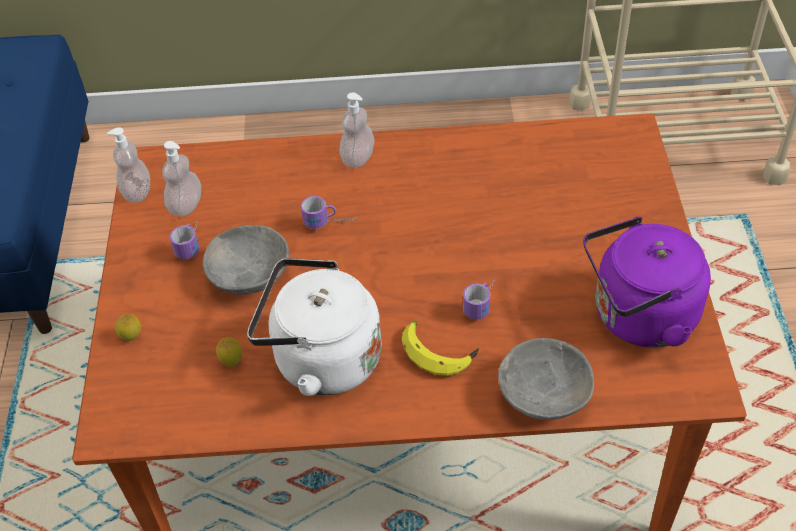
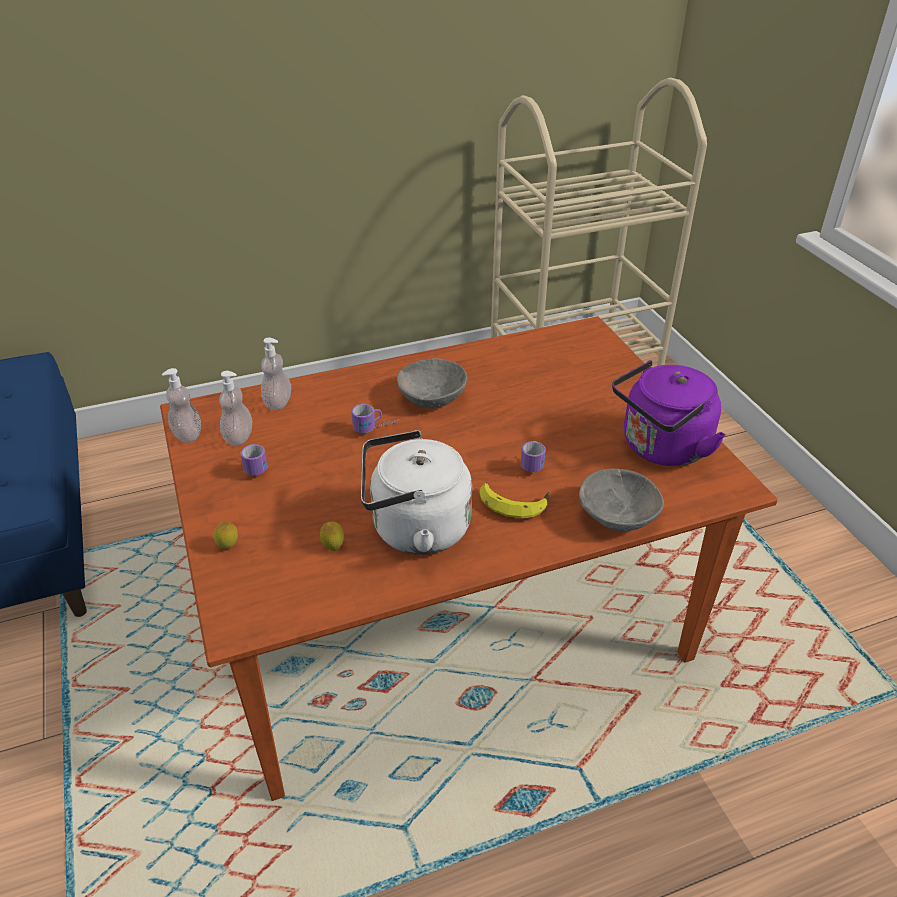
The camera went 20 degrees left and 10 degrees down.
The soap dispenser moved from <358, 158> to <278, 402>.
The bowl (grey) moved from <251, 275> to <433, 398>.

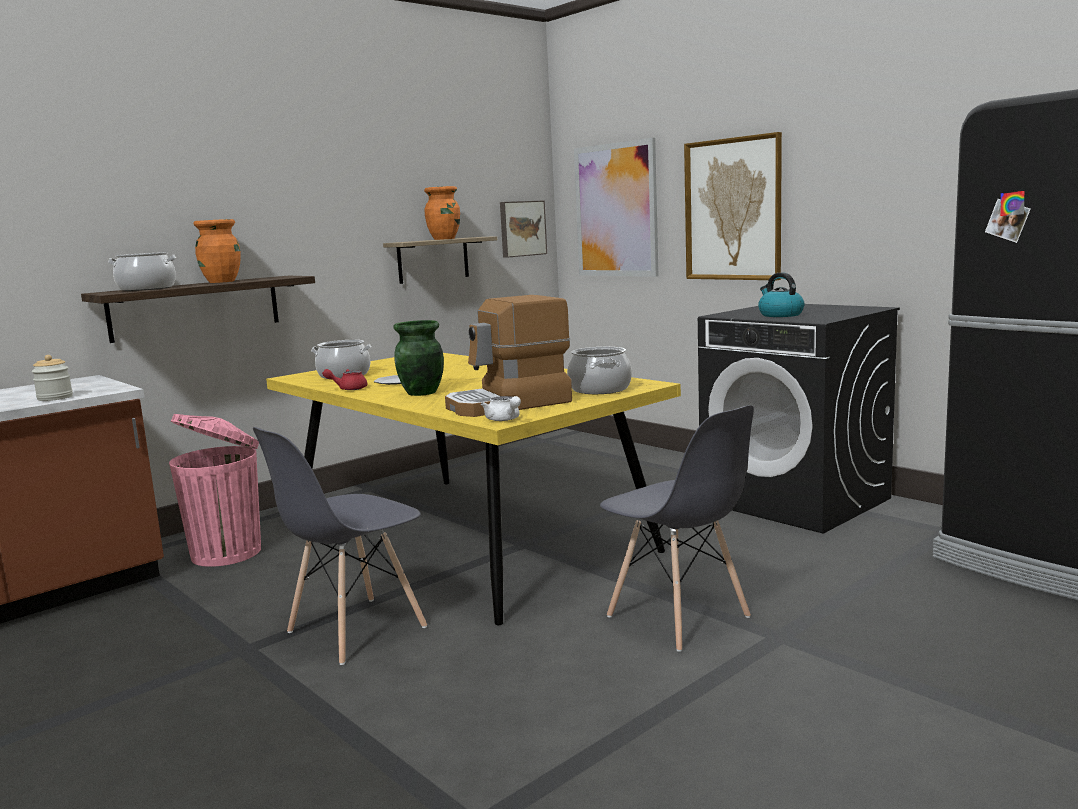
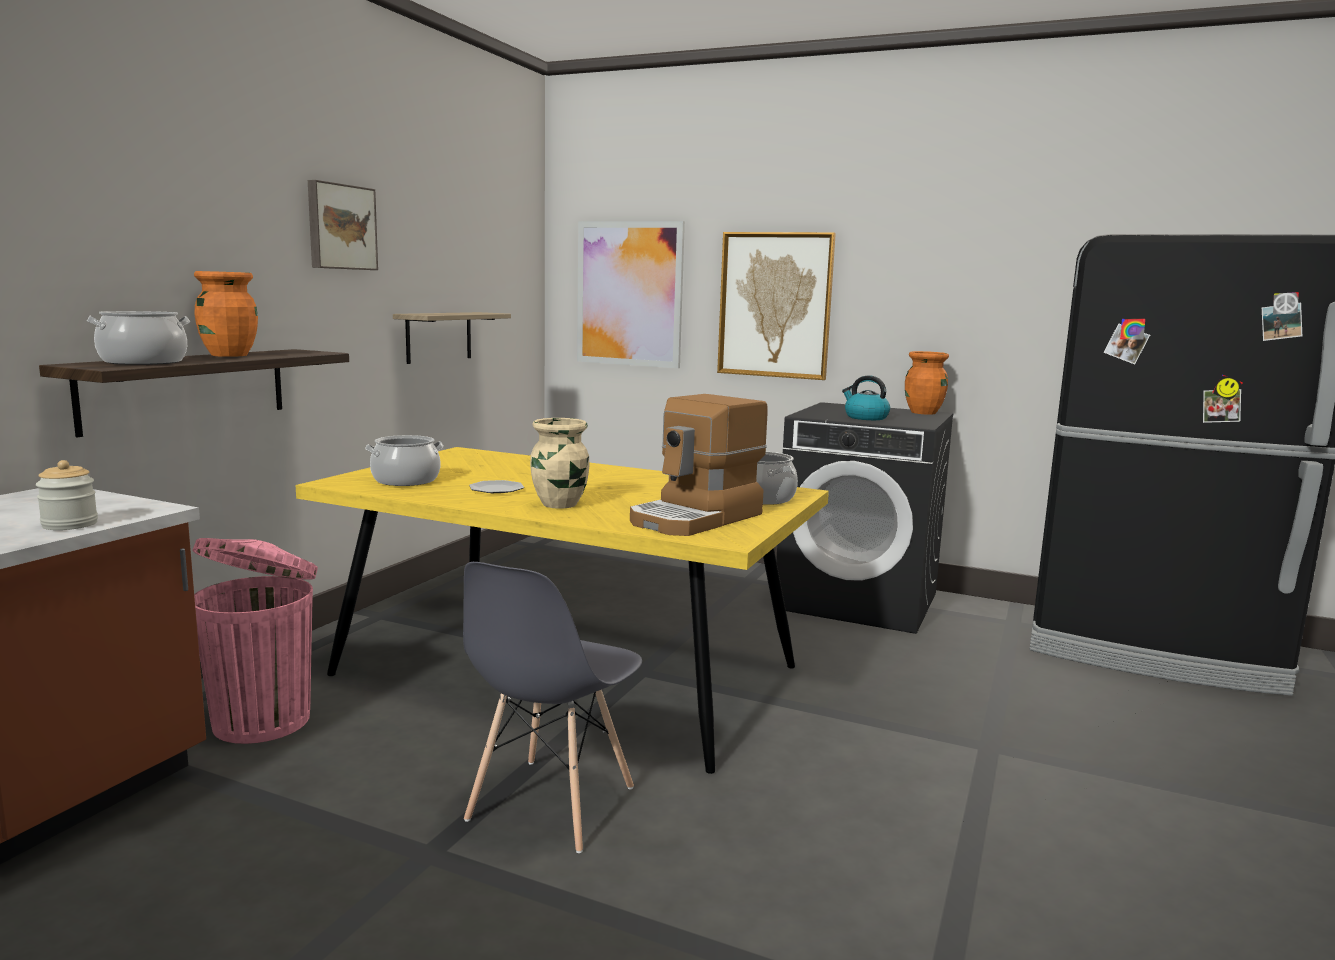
The camera went 25 degrees left and 0 degrees up.
The picture moved from <521, 228> to <340, 227>.
The vase (green) at <421, 393> became the vase (beige) at <560, 504>.
The vase (orange) moved from <444, 239> to <923, 412>.
The teapot (red) at <348, 389> disappeared.
The teapot (white) at <504, 420> disappeared.
The chair (grey) at <678, 617> disappeared.

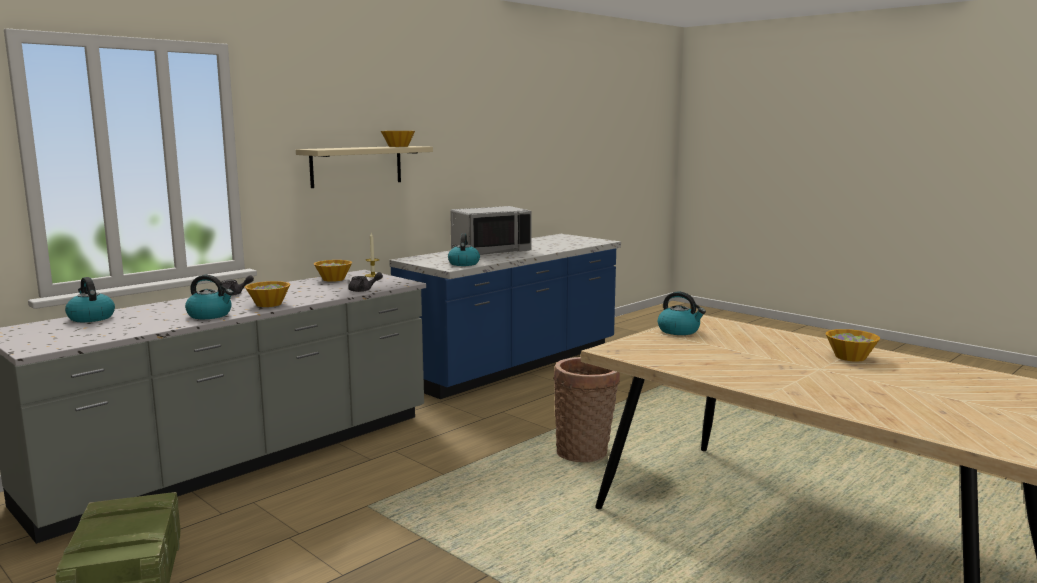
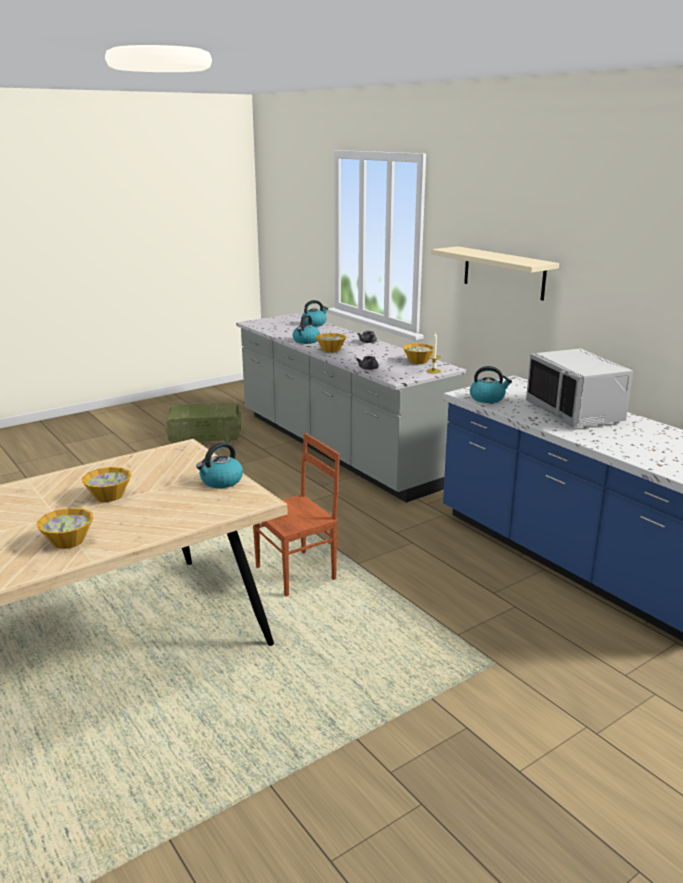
The camera went 100 degrees right and 10 degrees up.
The bowl moved from <398, 146> to <108, 496>.
The basket at <585, 452> was replaced by the chair (brown) at <297, 573>.

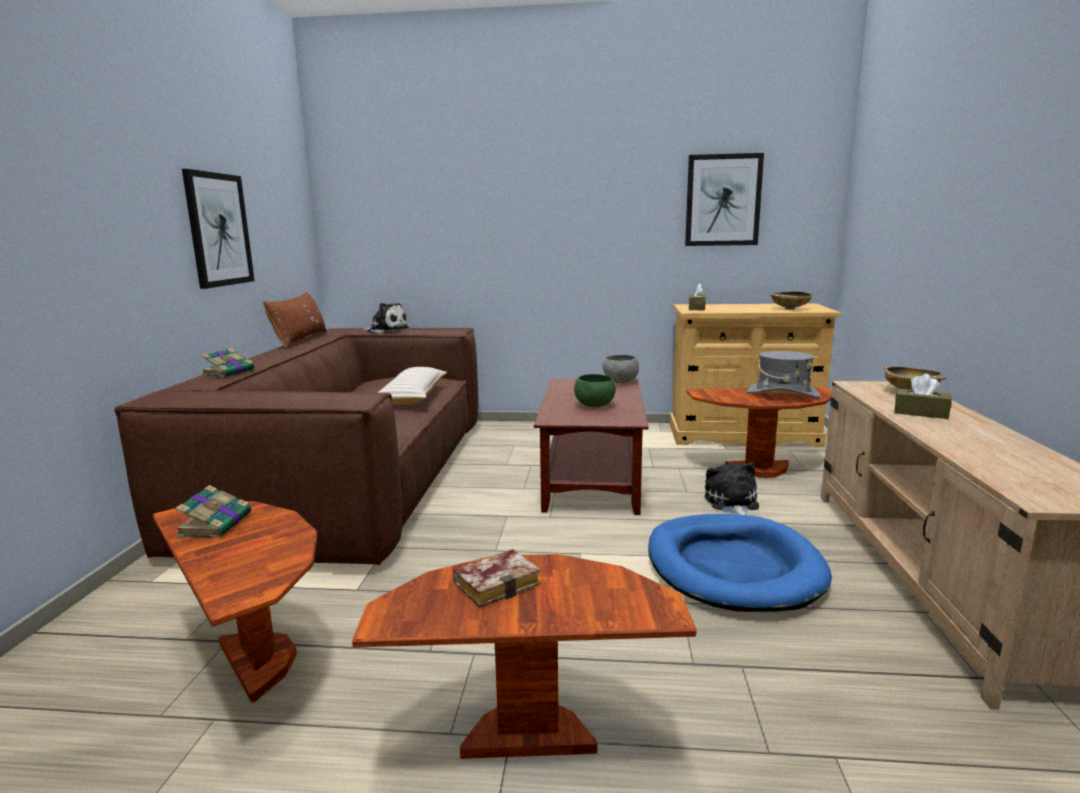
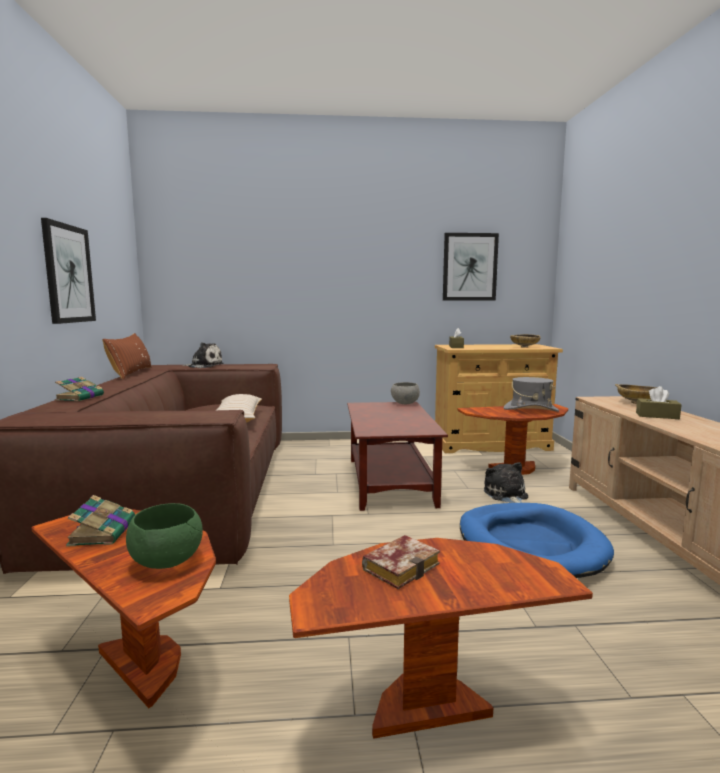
The camera went 10 degrees left and 5 degrees down.
The bowl (green) moved from <595, 405> to <168, 561>.

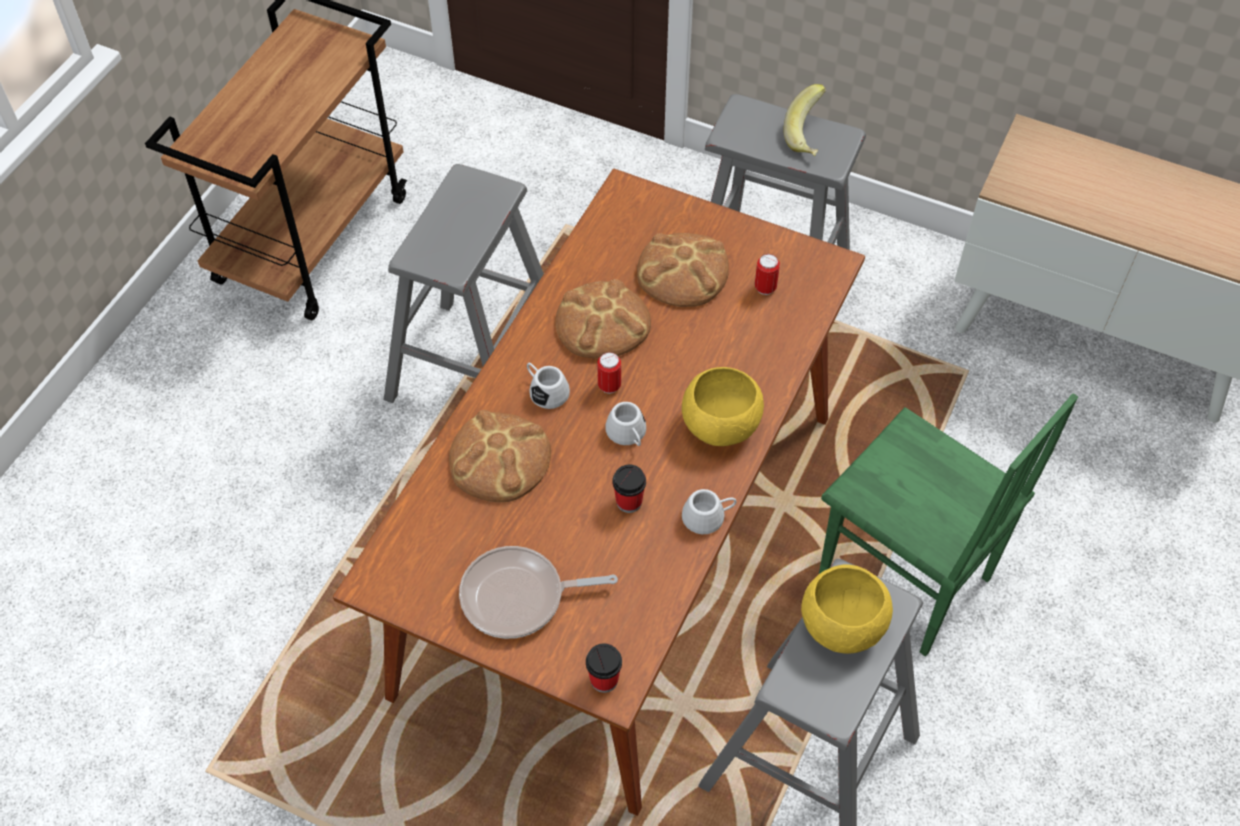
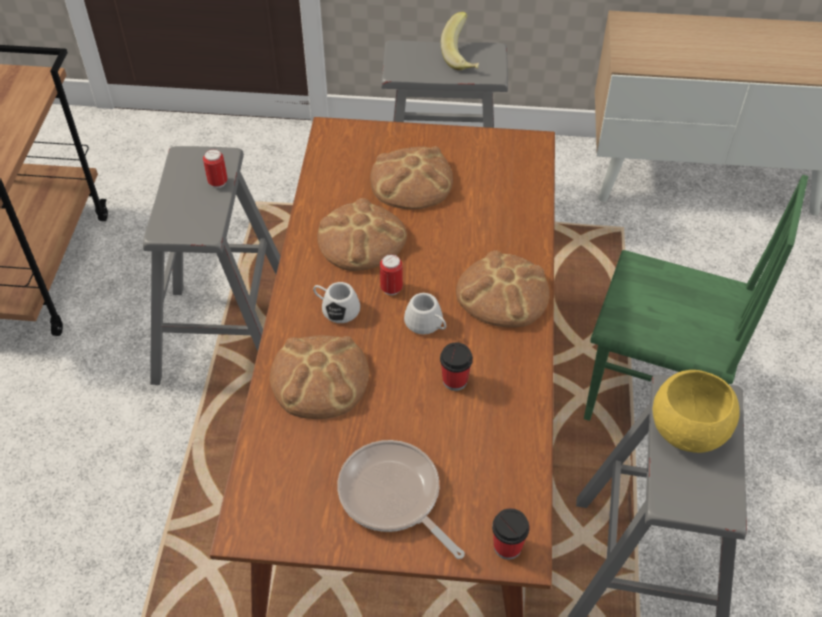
The camera went 20 degrees left and 5 degrees down.
The can moved from <765, 288> to <218, 182>.
The frying pan at <519, 597> turned 75 degrees clockwise.
The bowl (yellow) at <719, 424> was replaced by the bread at <502, 293>.
The mug (white) at <708, 517> disappeared.

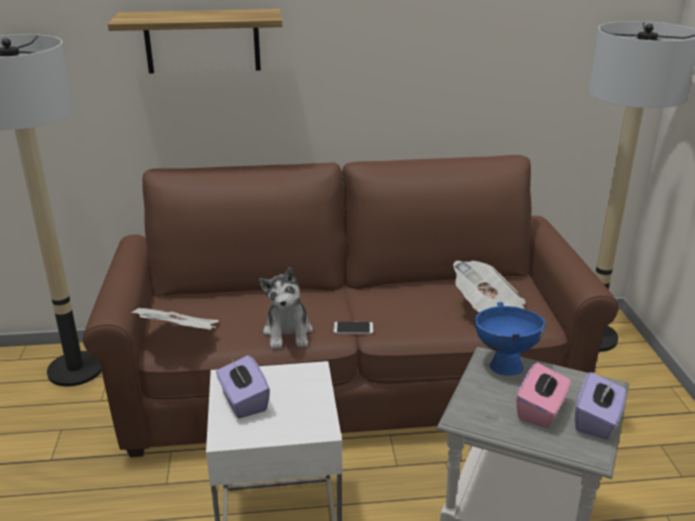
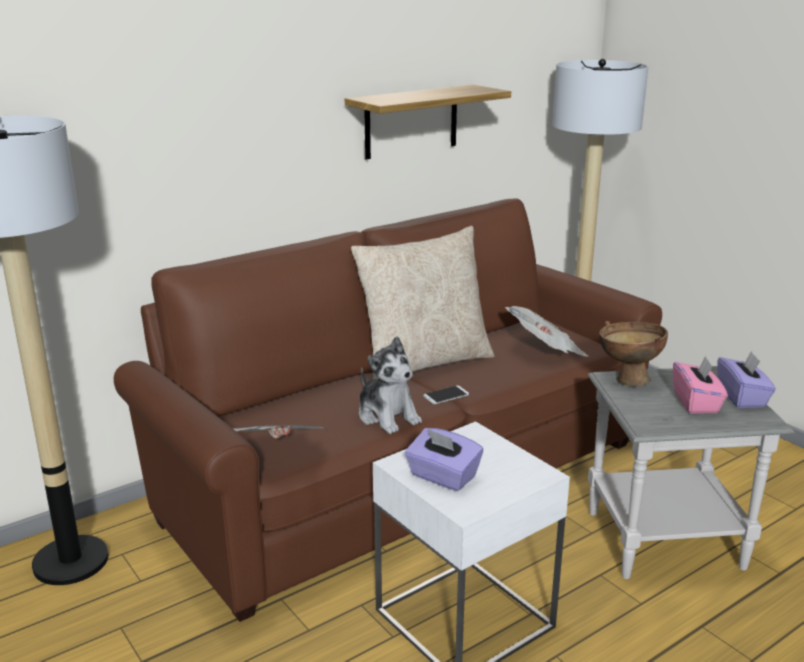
The camera went 30 degrees left and 5 degrees down.
The shelf moved from <202, 41> to <411, 121>.
The pillow (beige) at <424, 362> appeared.
The bowl (blue) at <504, 363> became the bowl (brown) at <627, 378>.

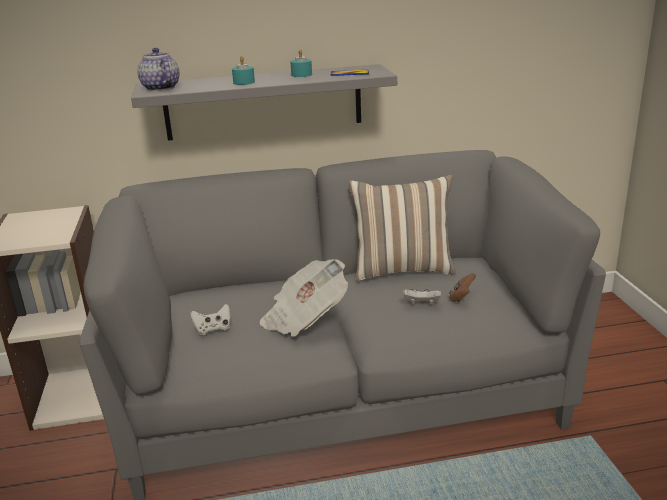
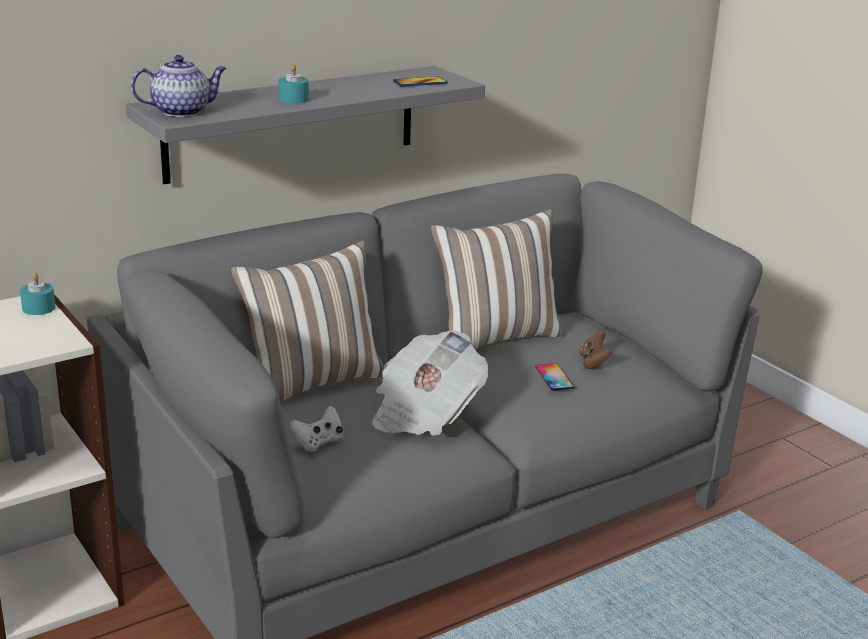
The camera went 25 degrees left and 0 degrees up.
The candle (turquoise) moved from <301, 75> to <39, 308>.
The teapot at <160, 88> turned 120 degrees clockwise.
The pillow at <312, 382> appeared.
The game controller (white) at <421, 304> was replaced by the phone at <554, 377>.

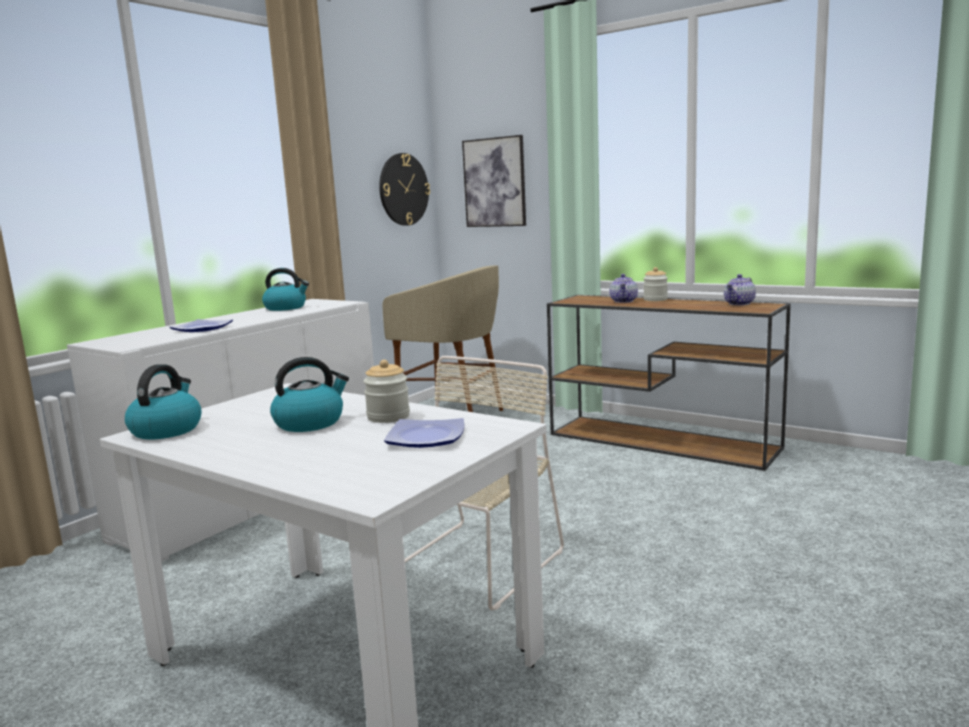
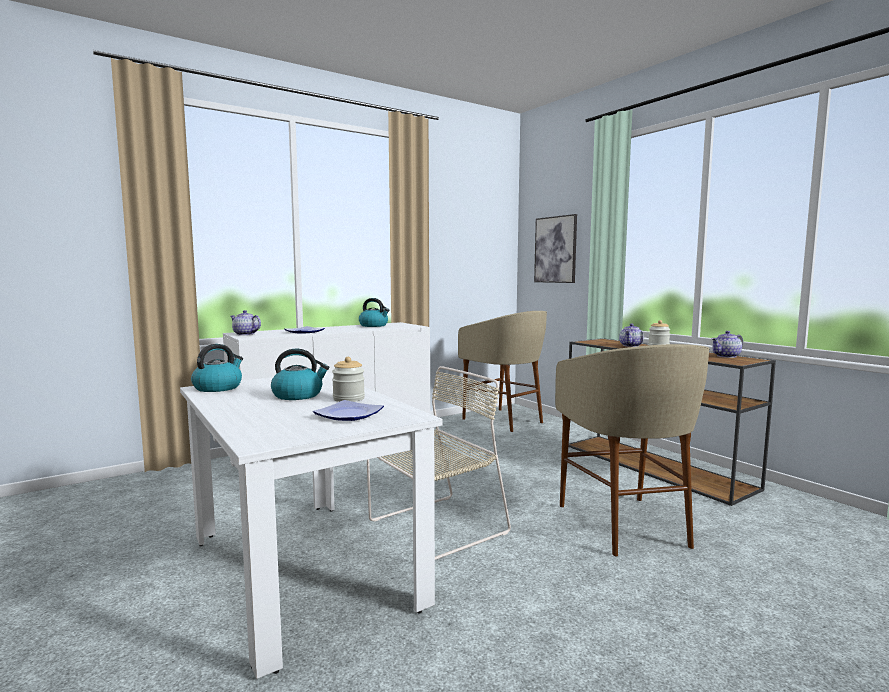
The camera went 20 degrees right and 5 degrees down.
The teapot at <245, 334> appeared.
The stool (beige) at <625, 525> appeared.
The wall clock at <403, 189> disappeared.

